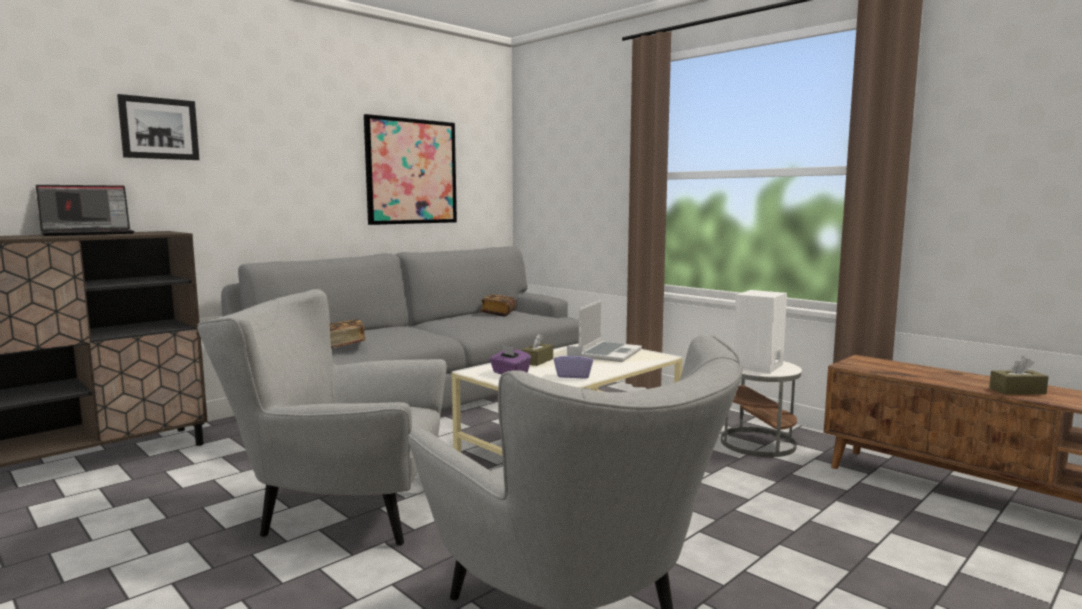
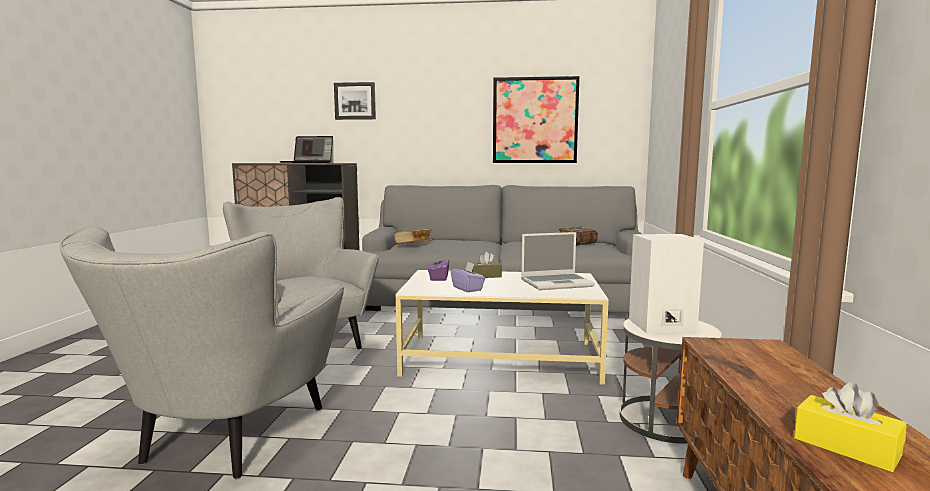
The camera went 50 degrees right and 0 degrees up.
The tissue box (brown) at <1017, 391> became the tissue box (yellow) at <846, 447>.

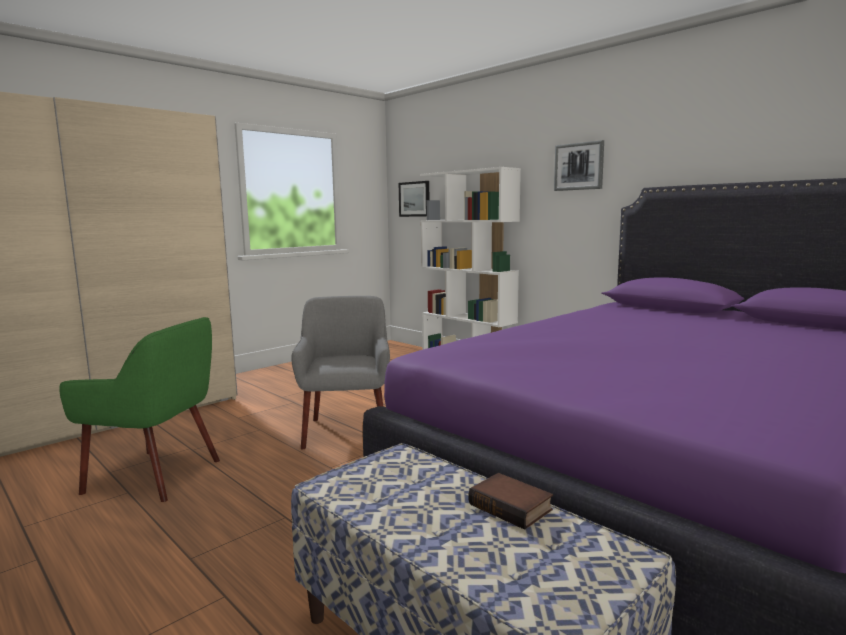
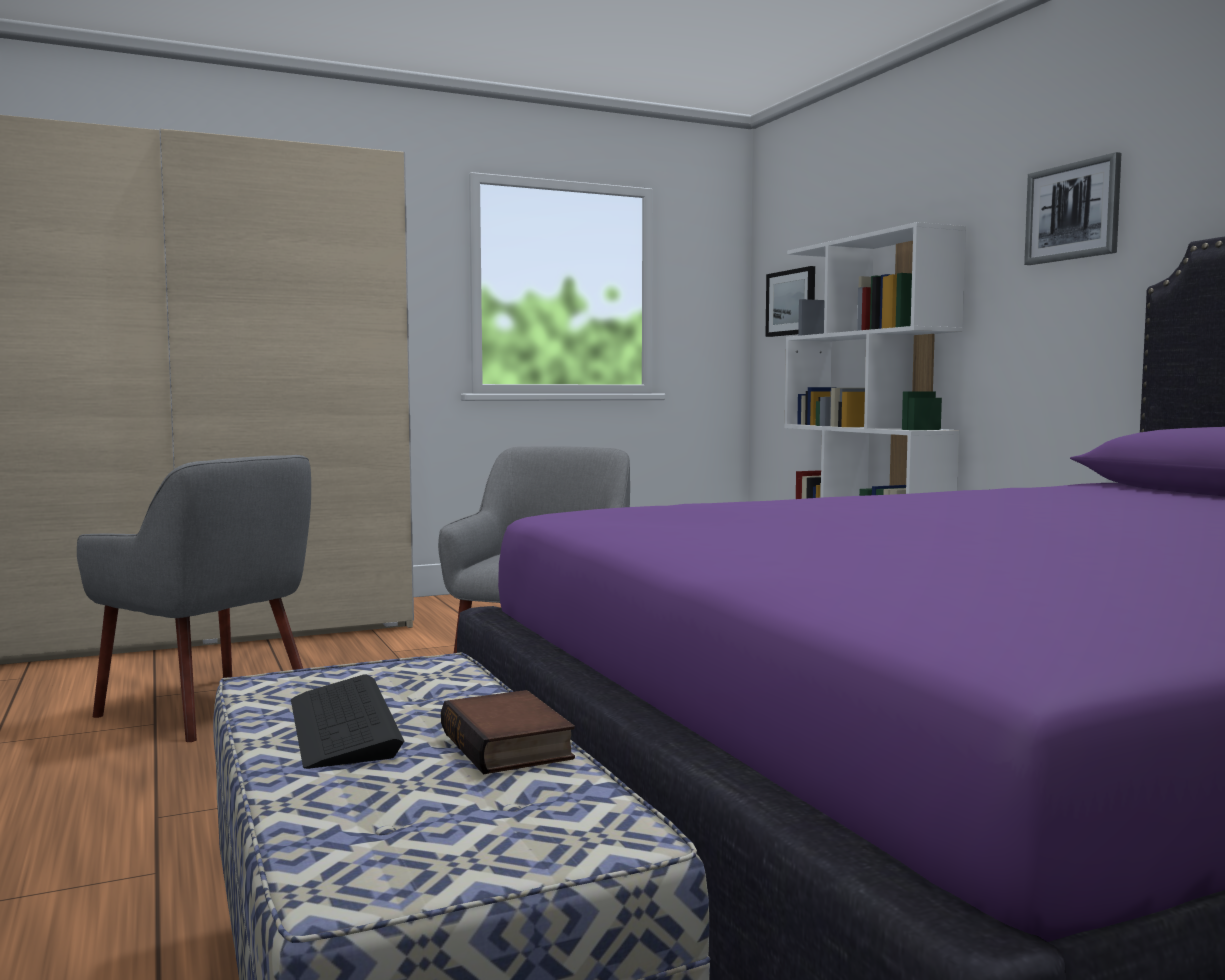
The camera went 20 degrees right and 5 degrees down.
The armchair (green) at <156, 475> became the armchair (grey) at <209, 709>.
The keyboard at <343, 725> appeared.

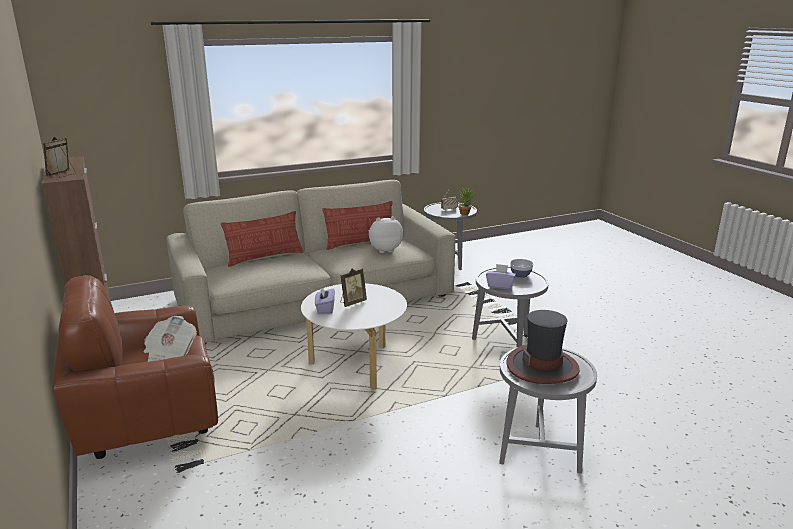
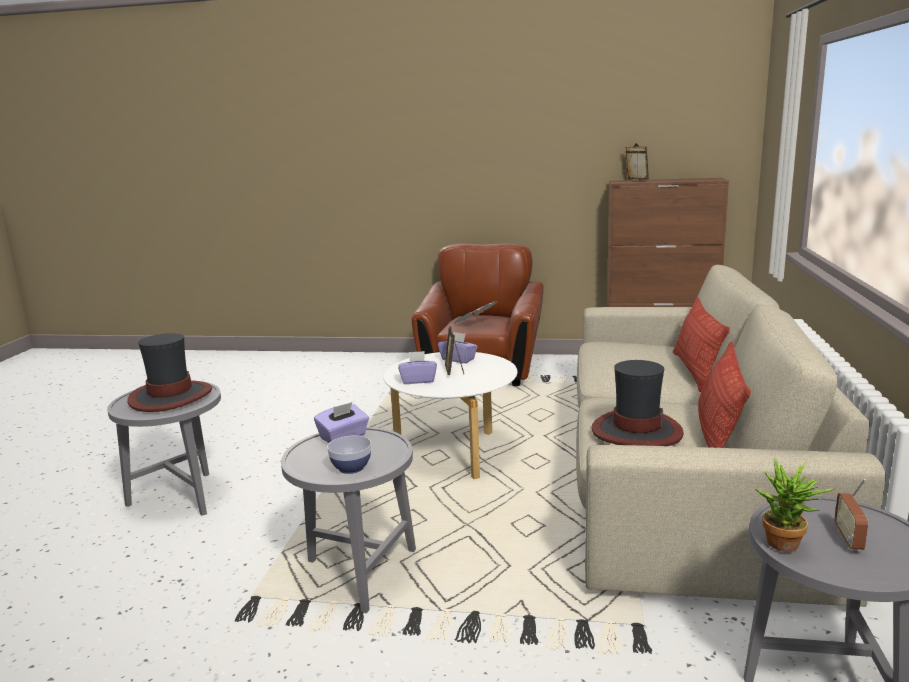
The camera went 125 degrees right and 5 degrees down.
The tissue box (purple) at <418, 380> appeared.
The plush toy at <384, 250> was replaced by the hat at <636, 431>.

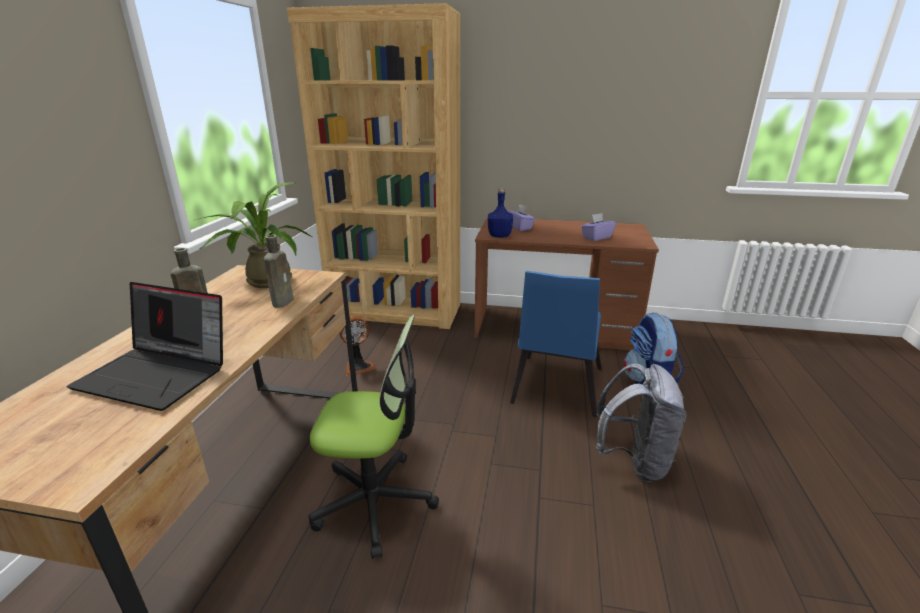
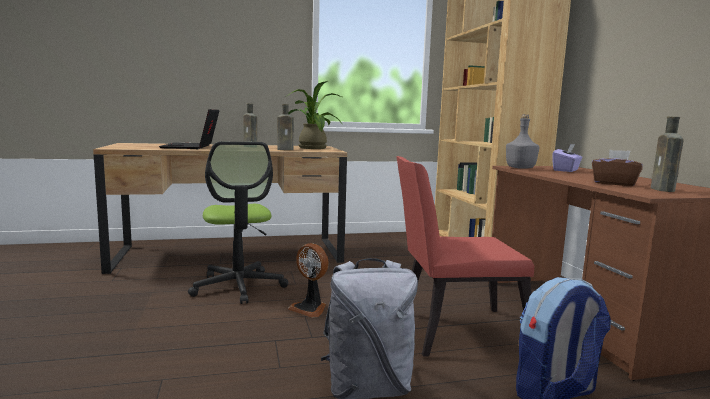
The camera went 65 degrees right and 15 degrees down.
The fan moved from <358, 367> to <310, 308>.
The chair (blue) at <555, 389> became the chair (red) at <453, 331>.
The bottle (blue) at <499, 236> became the bottle (grey) at <520, 168>.
The tissue box (purple) at <596, 237> became the tissue box (brown) at <614, 183>.
The bottle (brown) at <663, 190> appeared.

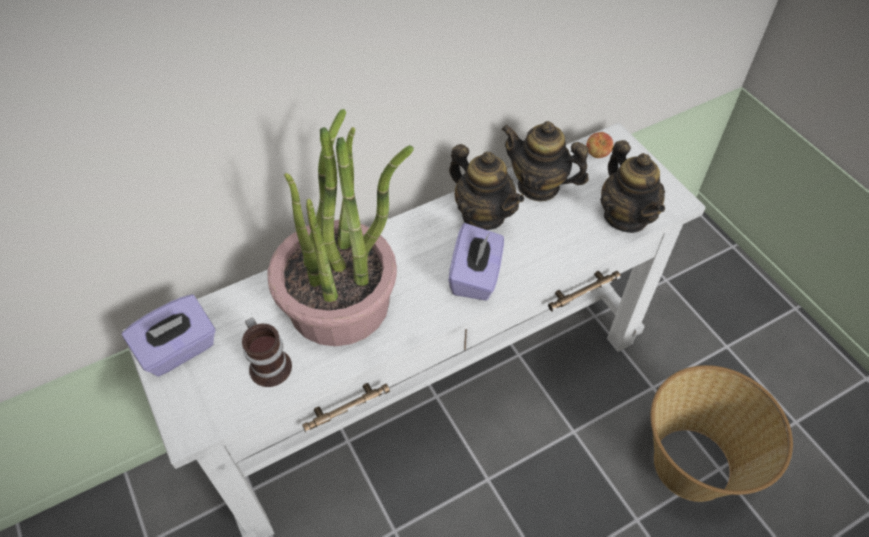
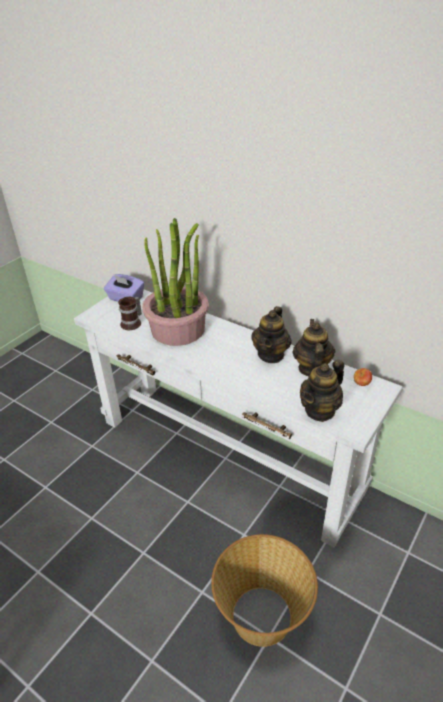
The camera went 65 degrees right and 15 degrees down.
The tissue box (purple) at <476, 276> disappeared.

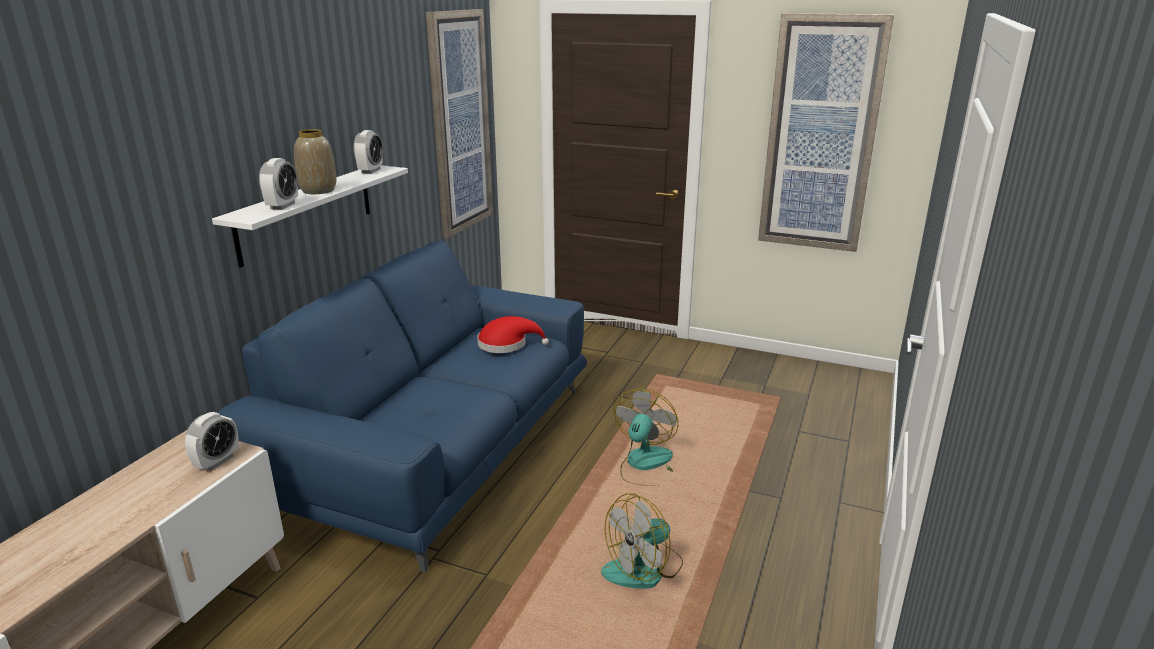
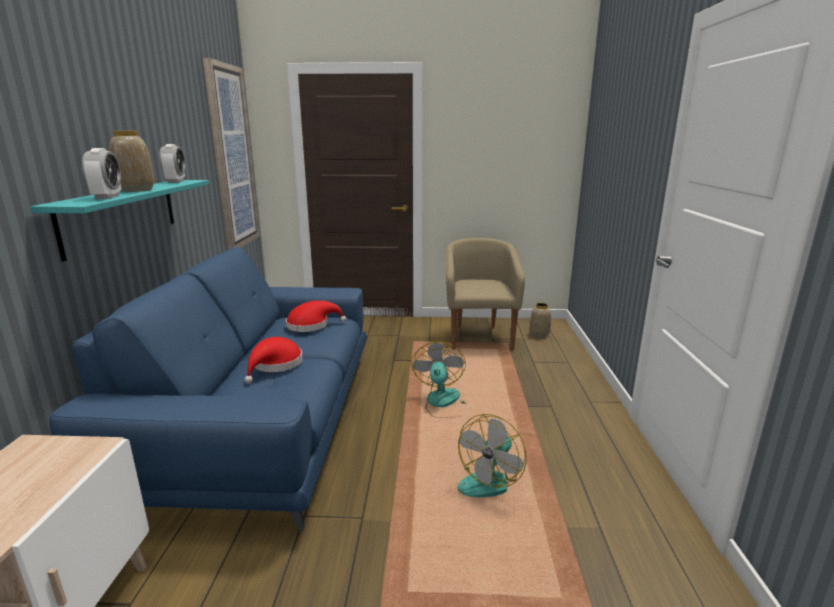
The camera went 20 degrees left and 5 degrees down.
The shelf (white) at <307, 213> became the shelf (turquoise) at <122, 215>.
The hat (red) at <275, 365> appeared.
The armchair (beige) at <479, 337> appeared.
The vase at <539, 334> appeared.
The alarm clock at <217, 461> disappeared.
The picture at <821, 135> disappeared.

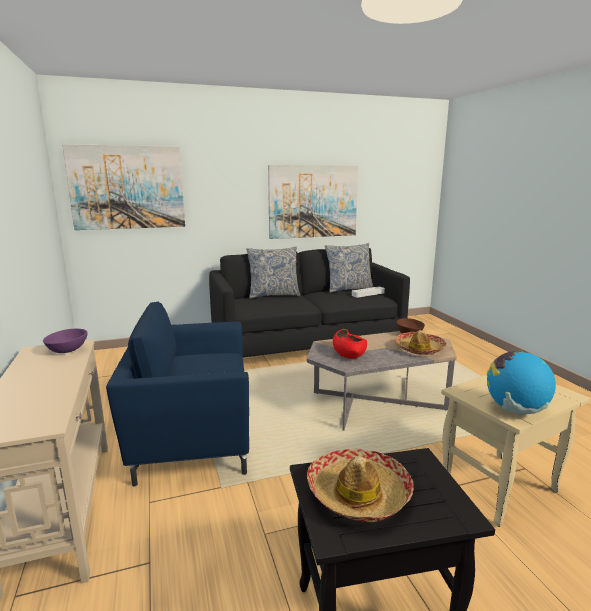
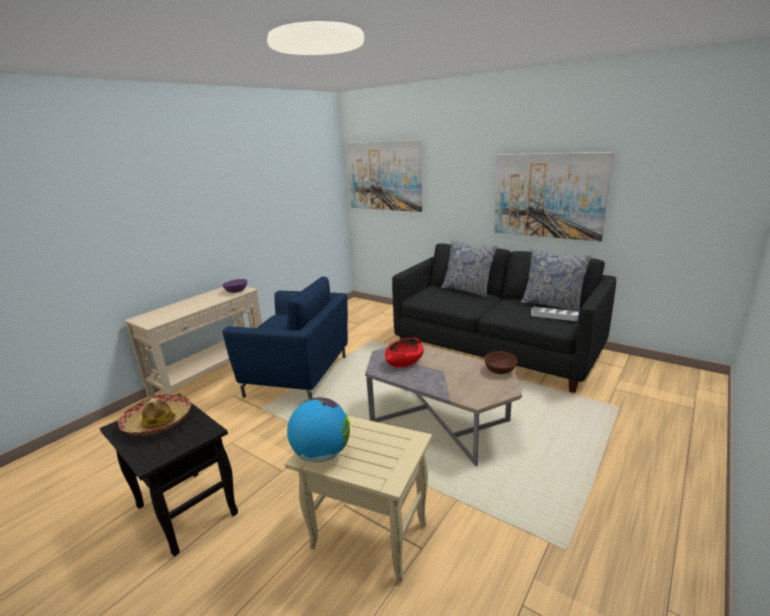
The camera went 55 degrees right and 5 degrees up.
The armchair (blue) at <191, 439> turned 150 degrees clockwise.
The hat at <419, 349> disappeared.

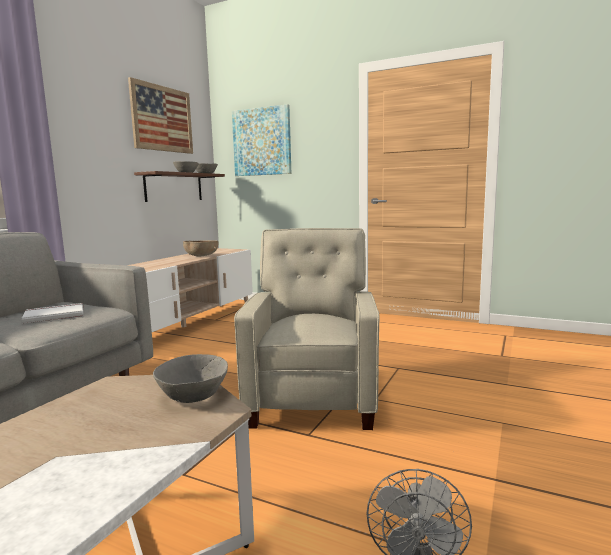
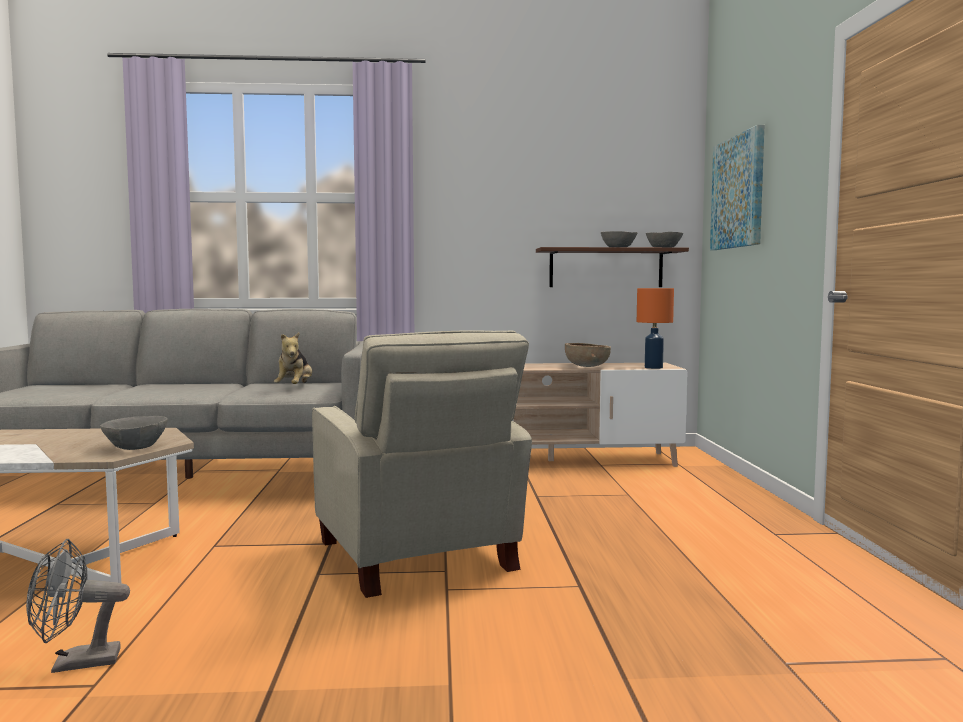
The camera went 60 degrees right and 5 degrees down.
The book (white) at <54, 315> was replaced by the plush toy at <295, 388>.
The armchair (beige) at <314, 397> turned 90 degrees clockwise.
The table lamp (orange) at <654, 367> appeared.
The picture at <162, 119> disappeared.

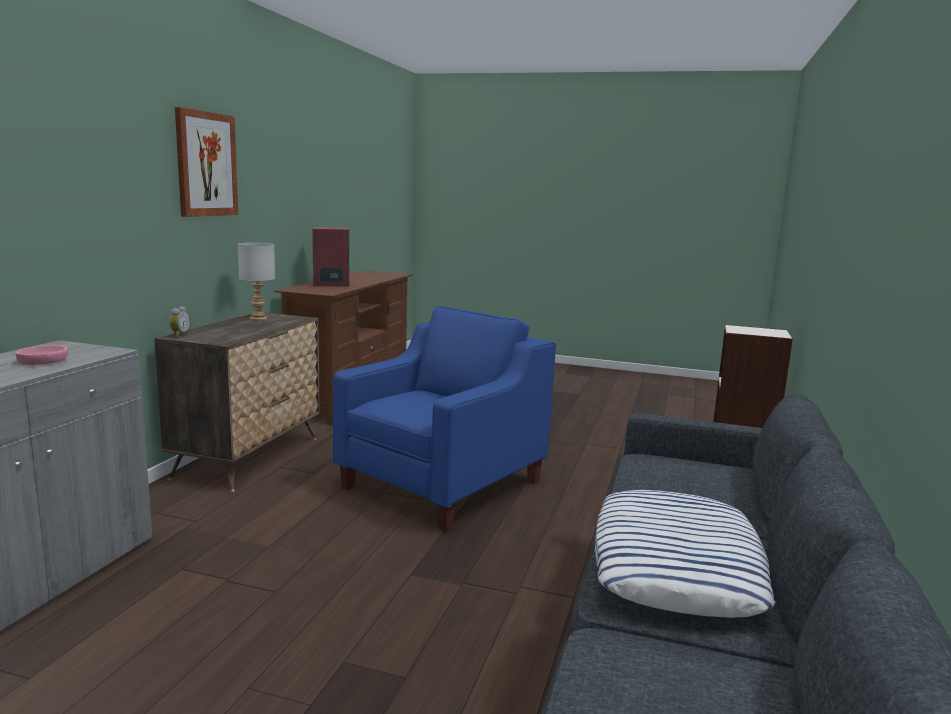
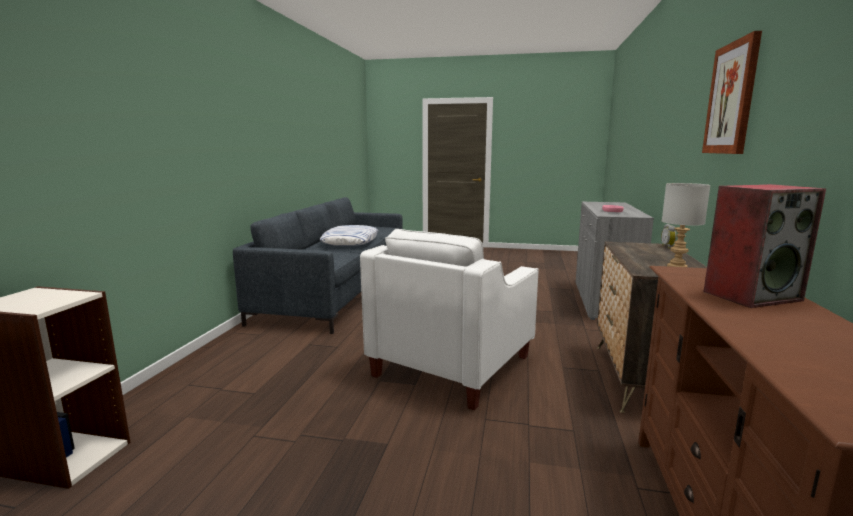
The camera went 175 degrees right and 0 degrees up.
The armchair (blue) at <443, 484> became the armchair (white) at <452, 365>.

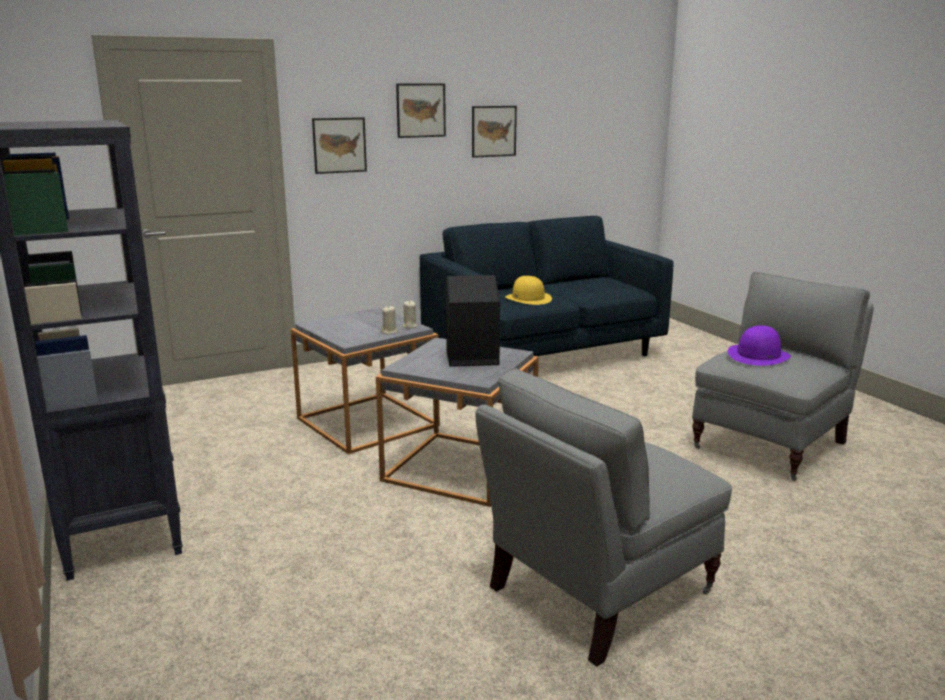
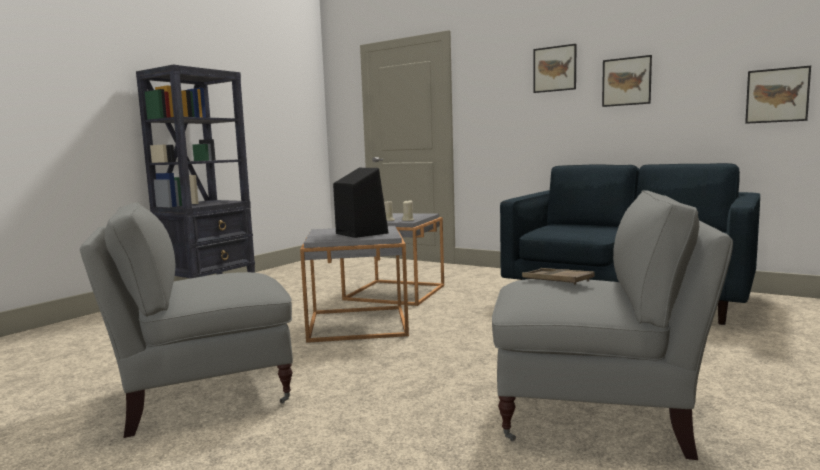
The camera went 60 degrees right and 10 degrees down.
The armchair (grey) at <597, 591> turned 45 degrees counterclockwise.
The hat (purple) at <758, 355> was replaced by the tray (brown) at <557, 281>.
The picture moved from <339, 145> to <777, 95>.
The hat (yellow) at <528, 298> disappeared.

